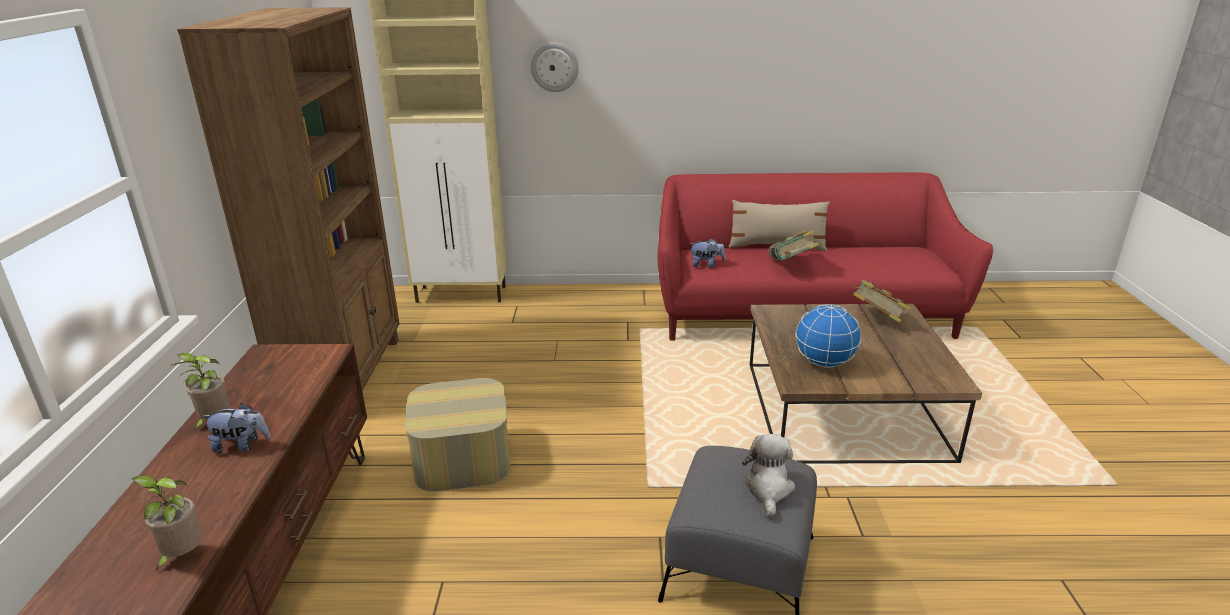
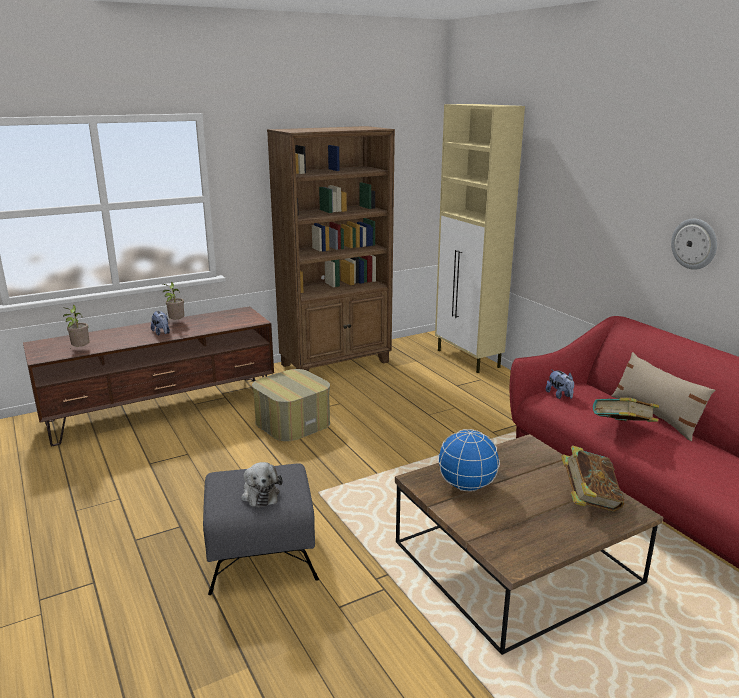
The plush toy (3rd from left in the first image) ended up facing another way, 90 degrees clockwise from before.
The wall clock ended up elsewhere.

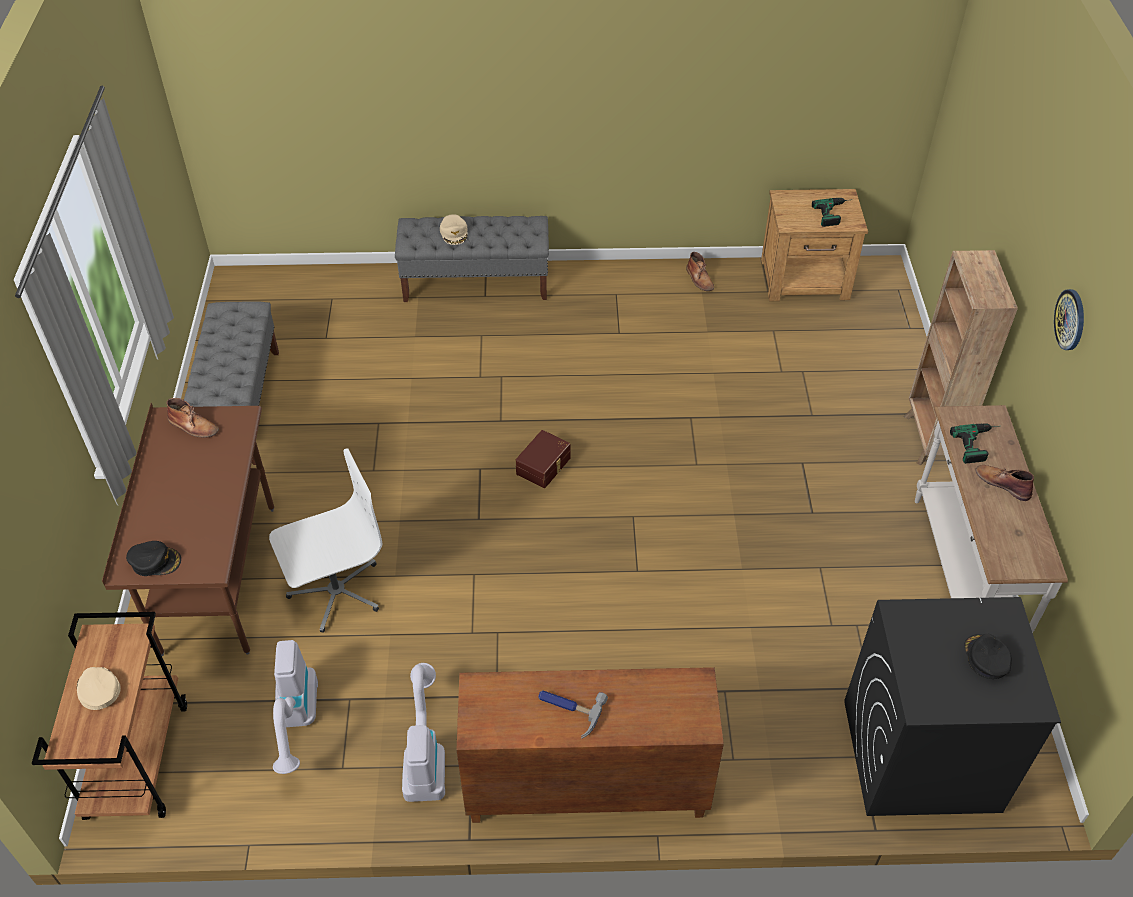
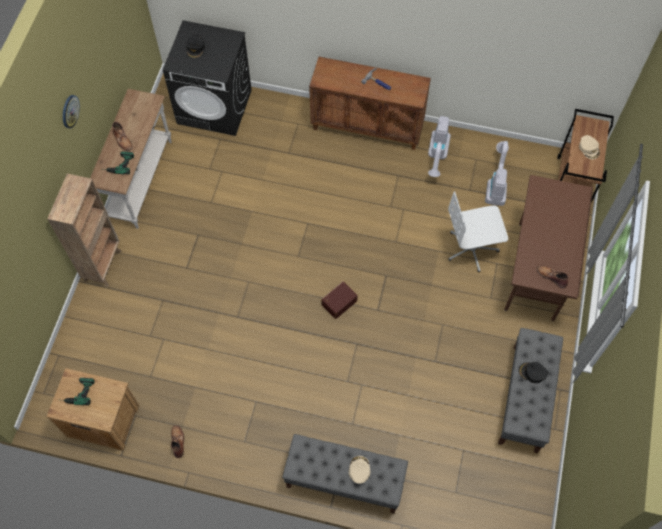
The cap/black (1st from left in the first image) ended up elsewhere.

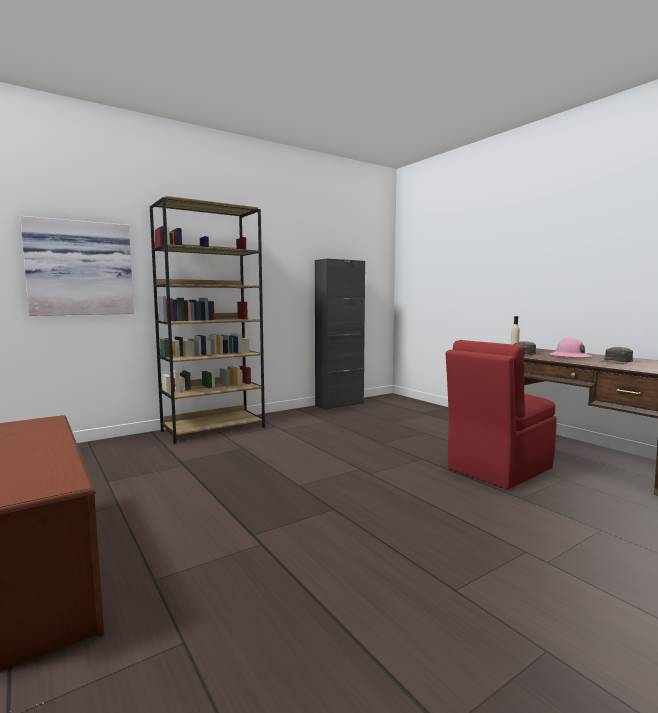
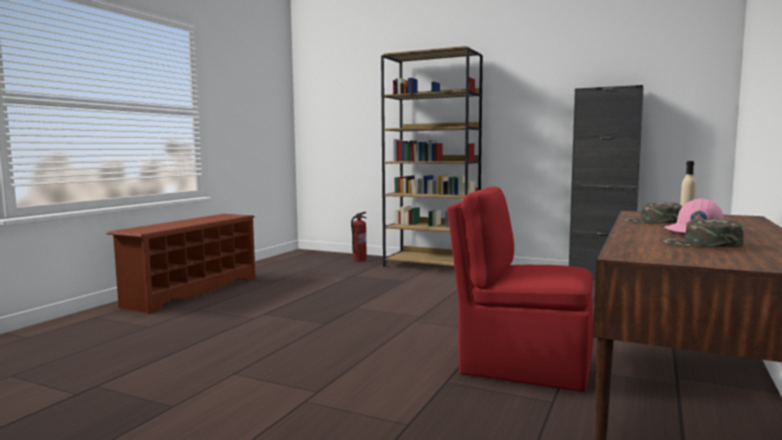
The second view gained the fire extinguisher.
The second view lost the picture.

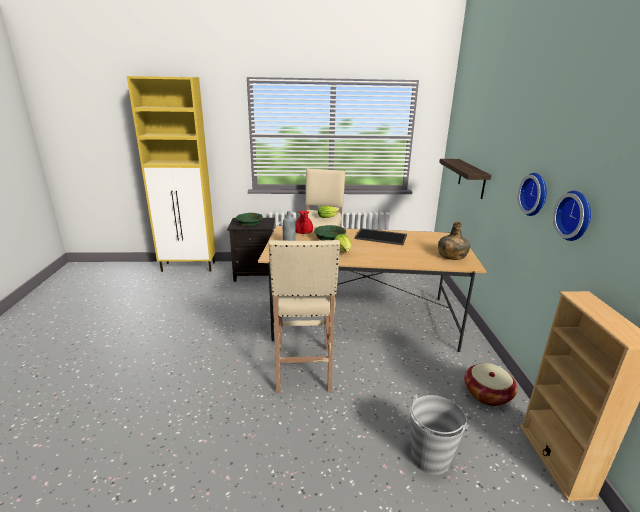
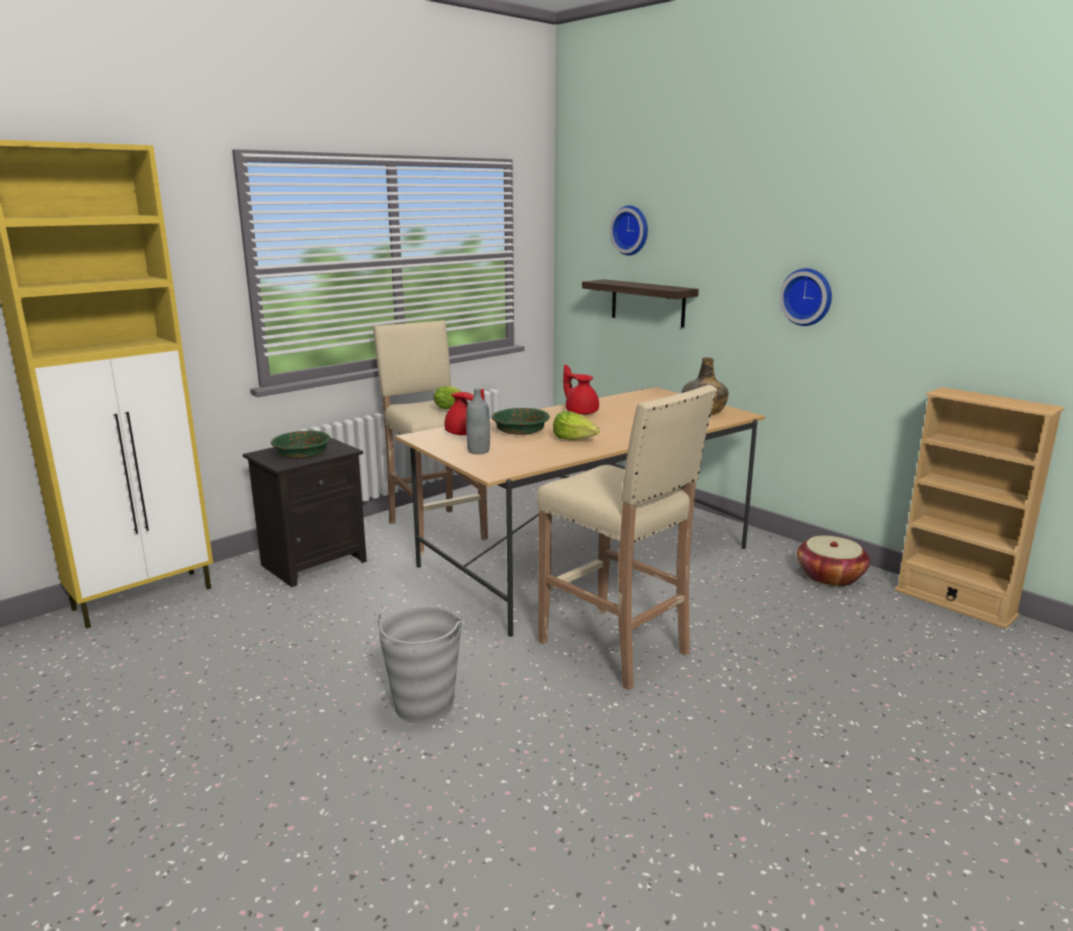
The bucket/grey ended up elsewhere.
Where the tray stood, the teapot/red (2nd from left) came to stand.
The wall clock (2nd from left in the first image) ended up elsewhere.

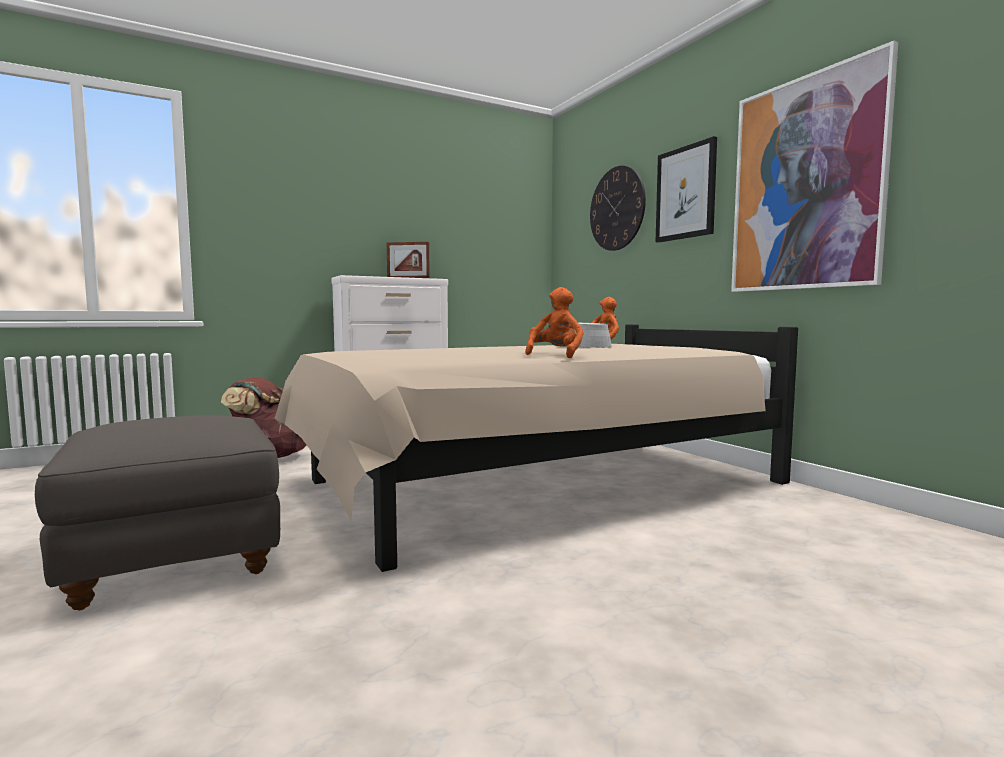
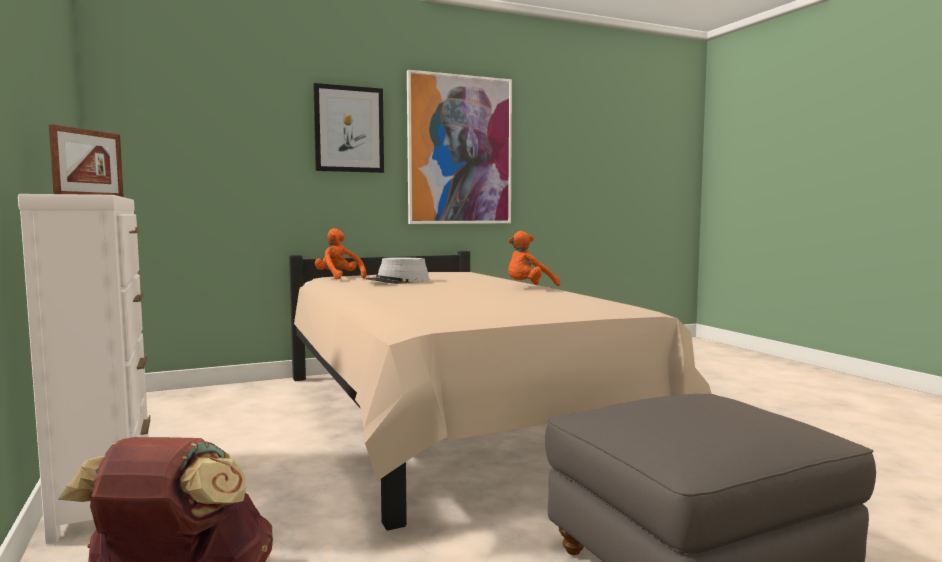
The plush toy/orange (1st from left in the first image) ended up facing another way, 60 degrees counterclockwise from before.
The second view lost the wall clock.

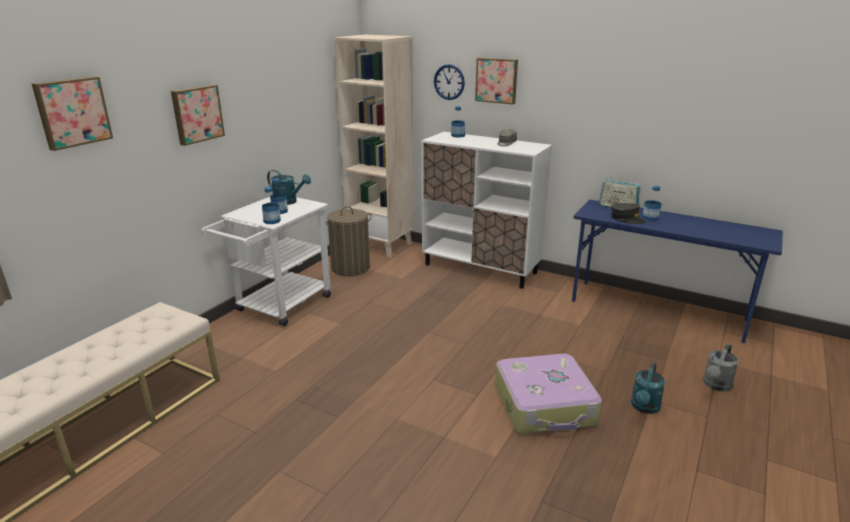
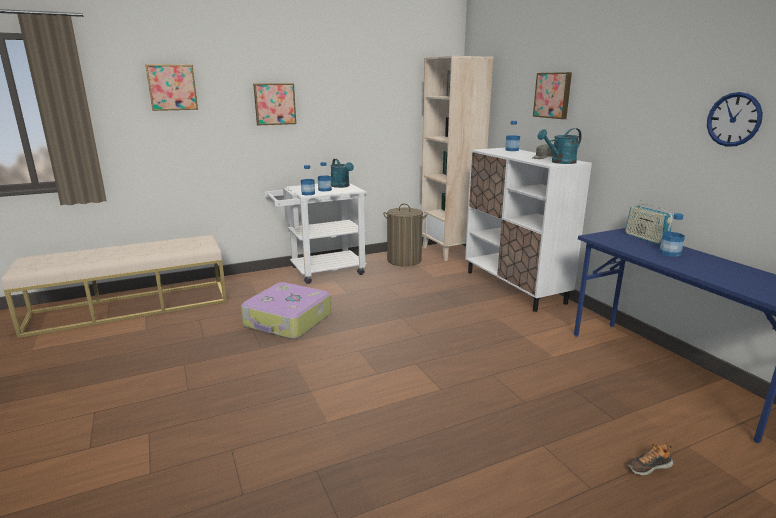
The suitcase ended up elsewhere.
The watering can/turquoise (2nd from left) ended up elsewhere.
Where the watering can/grey stood, the shoe came to stand.
The wall clock ended up elsewhere.
The second view lost the cap/grey (2nd from left).

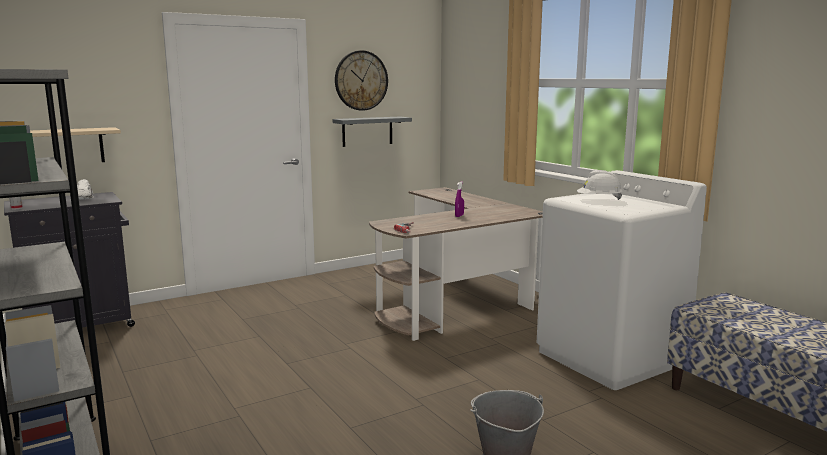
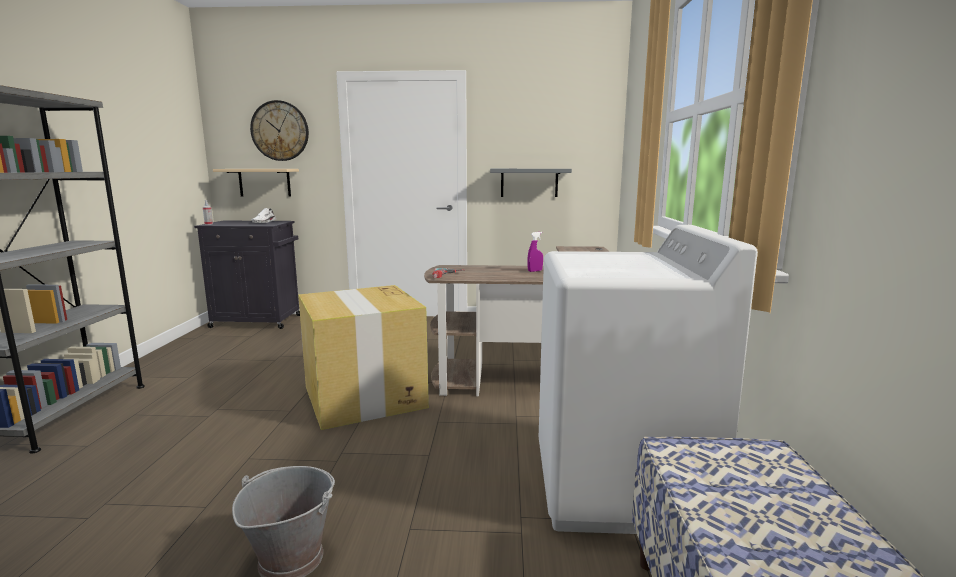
The wall clock ended up elsewhere.
The second view gained the cardboard box.
The second view lost the hard hat/white.

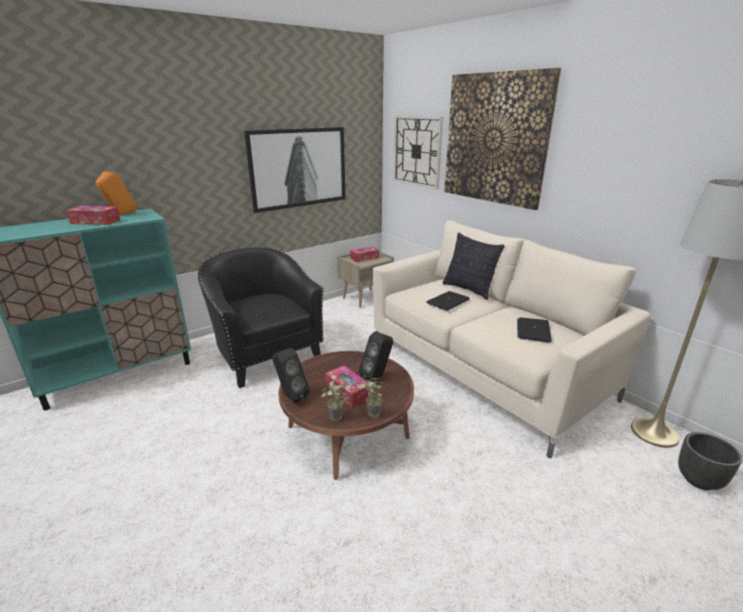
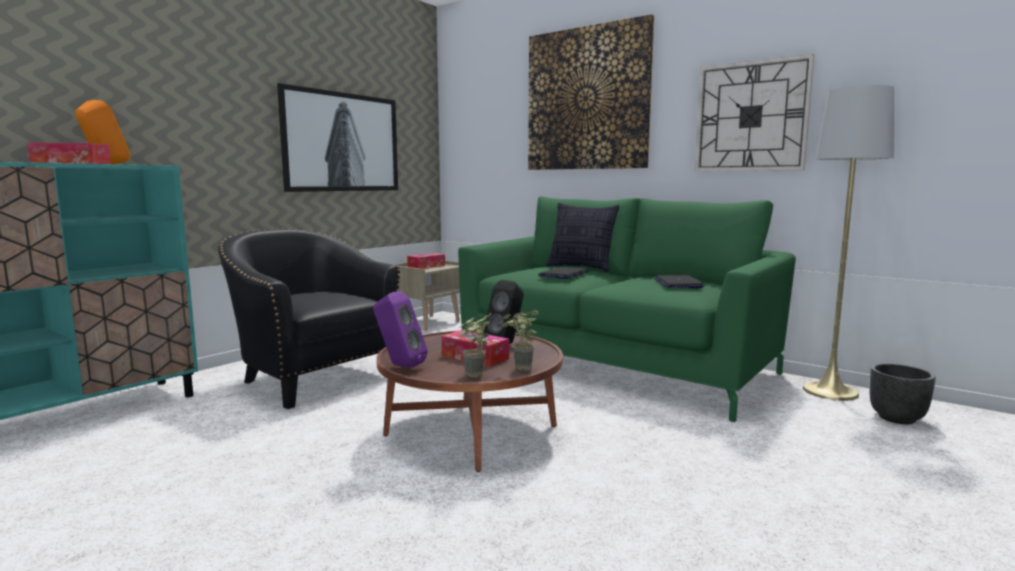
What was the speaker/black (1st from left) turned into the speaker/purple.
What was the sofa/beige turned into the sofa/green.
The wall clock ended up elsewhere.

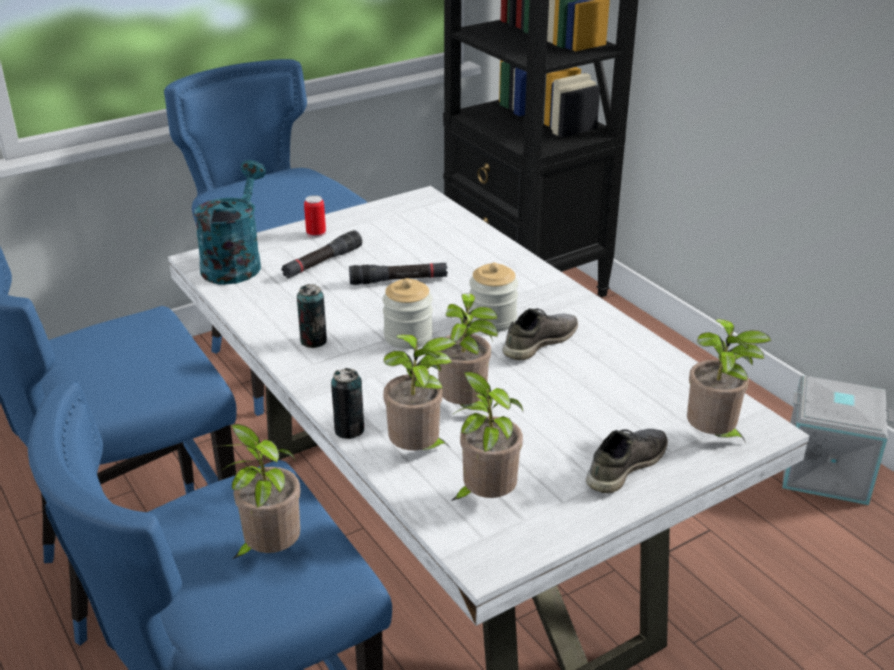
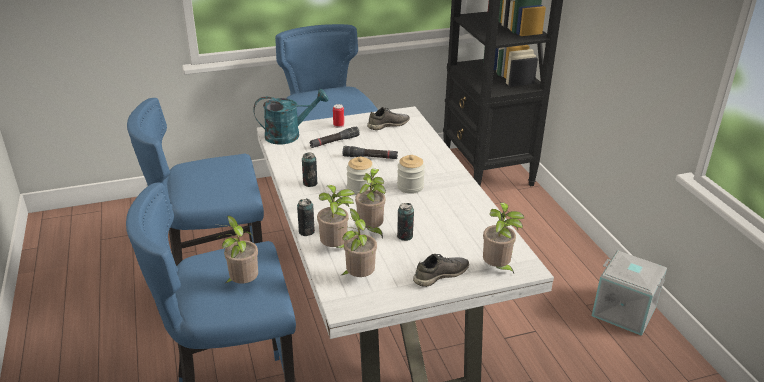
The watering can/turquoise ended up facing another way, 45 degrees clockwise from before.
The shoe/grey (1st from left) ended up elsewhere.
The second view gained the can (4th from left).

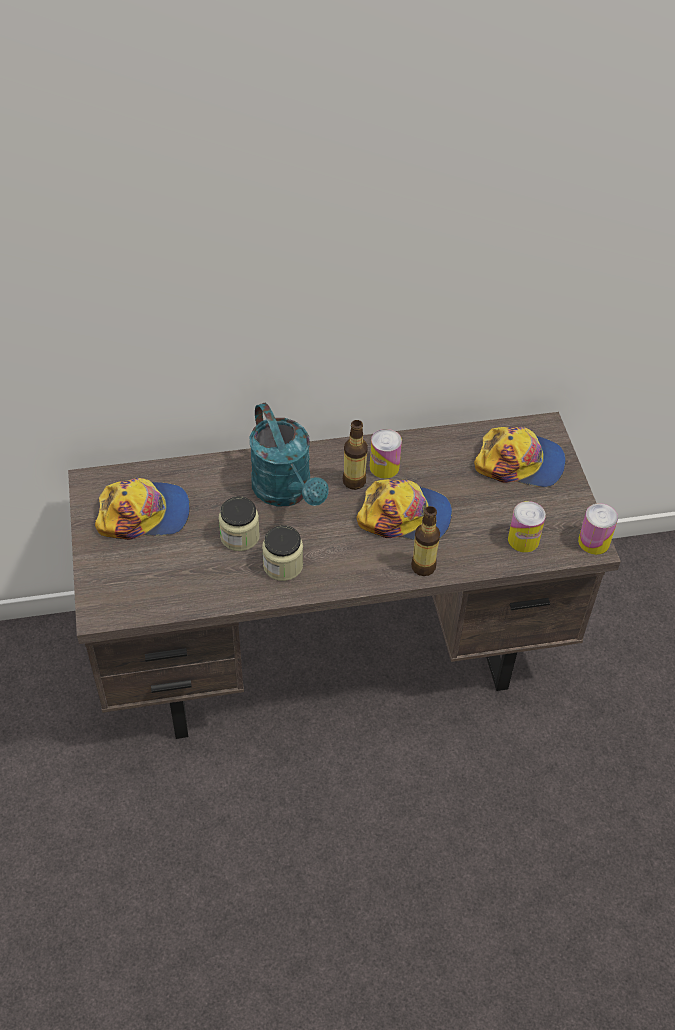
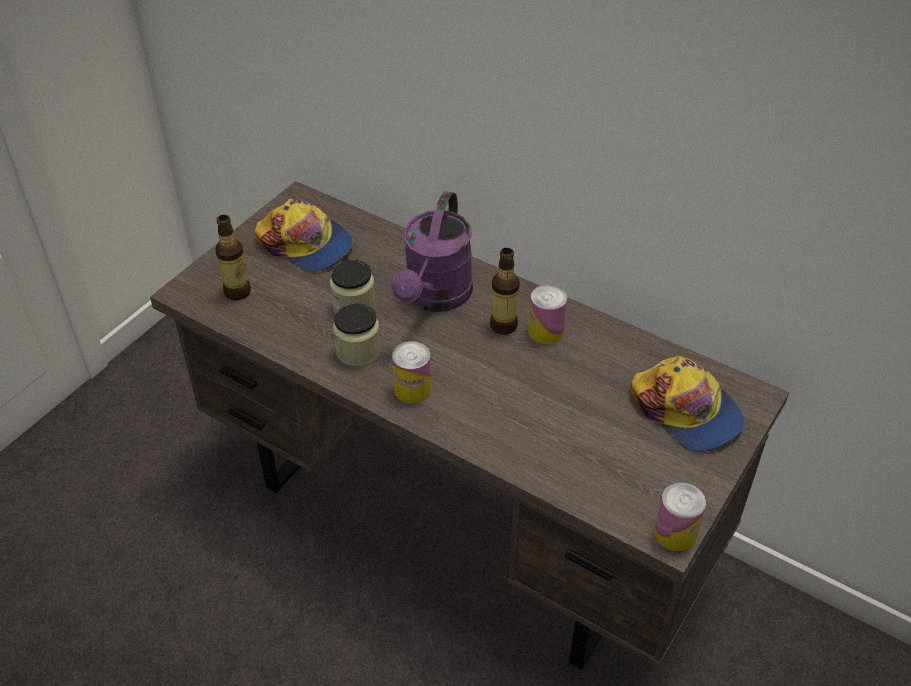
The bottle (2nd from left in the first image) ended up elsewhere.
What was the watering can/turquoise turned into the watering can/purple.
The can (2nd from left in the first image) ended up elsewhere.
The second view lost the cap (2nd from left).

